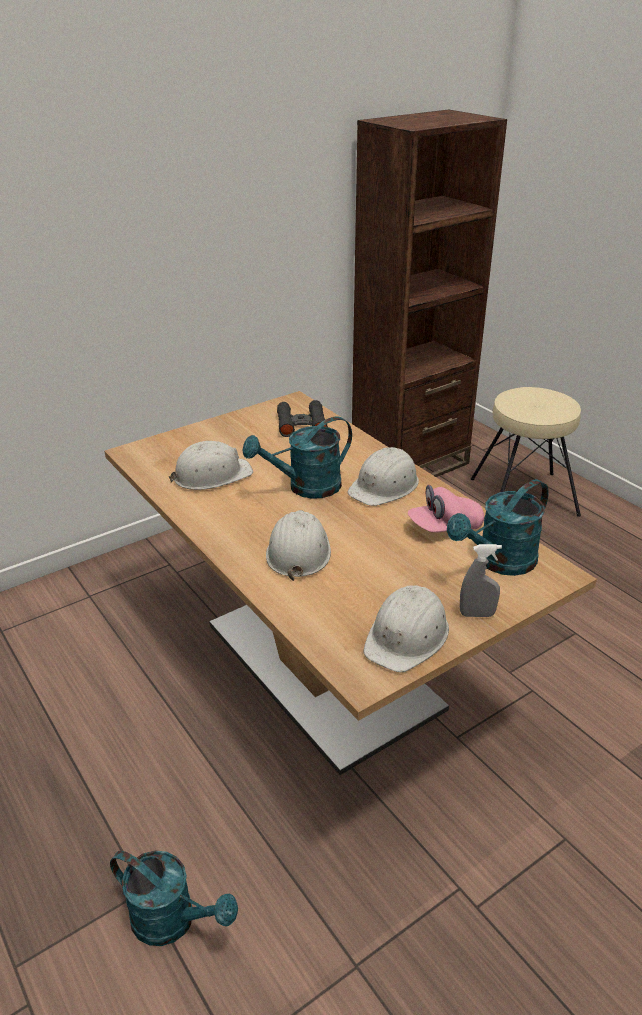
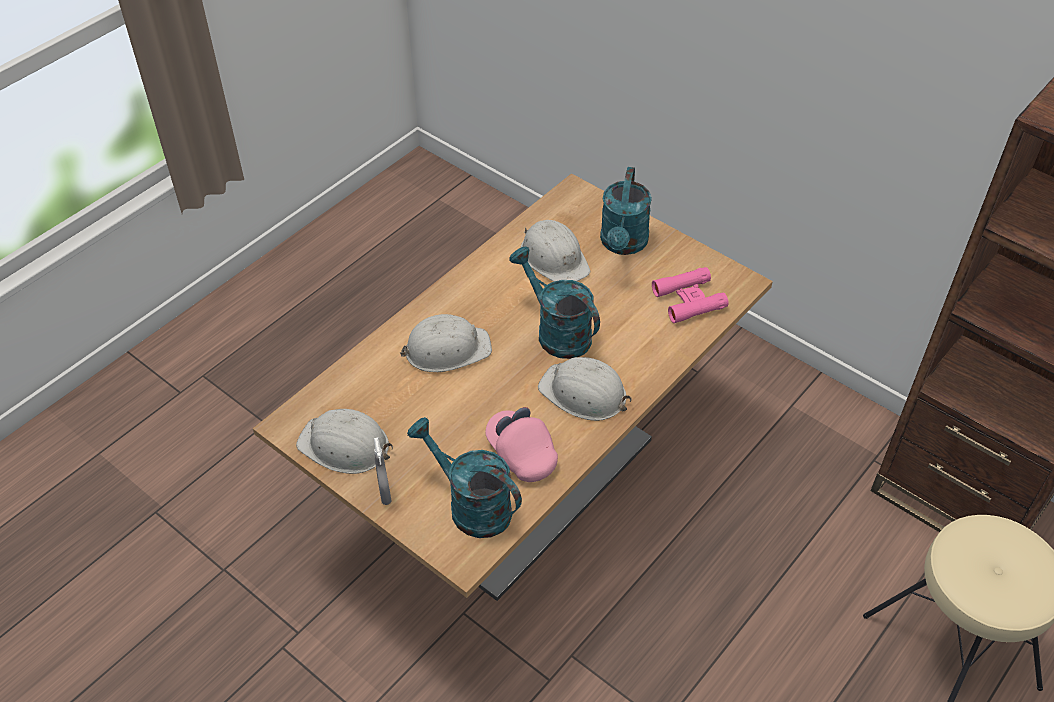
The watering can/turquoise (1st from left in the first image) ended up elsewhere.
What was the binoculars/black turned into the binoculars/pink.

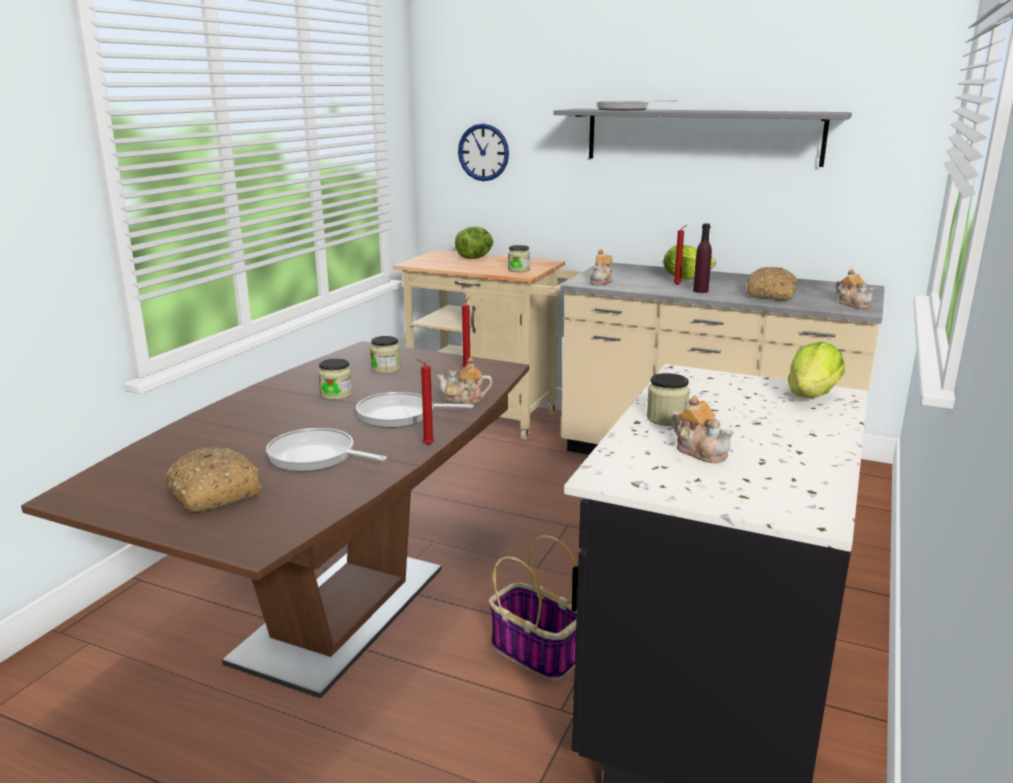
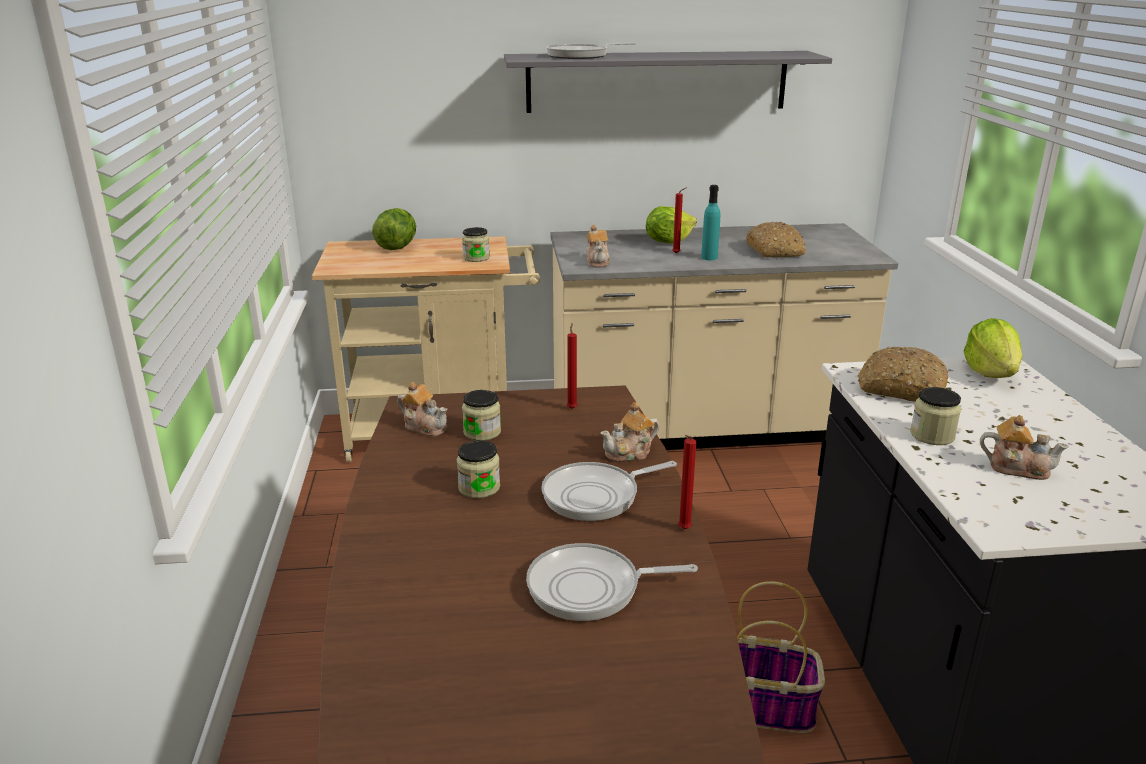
The teapot (4th from left in the first image) ended up elsewhere.
What was the bottle/purple turned into the bottle/turquoise.
The bread (1st from left in the first image) ended up elsewhere.
The second view lost the wall clock.

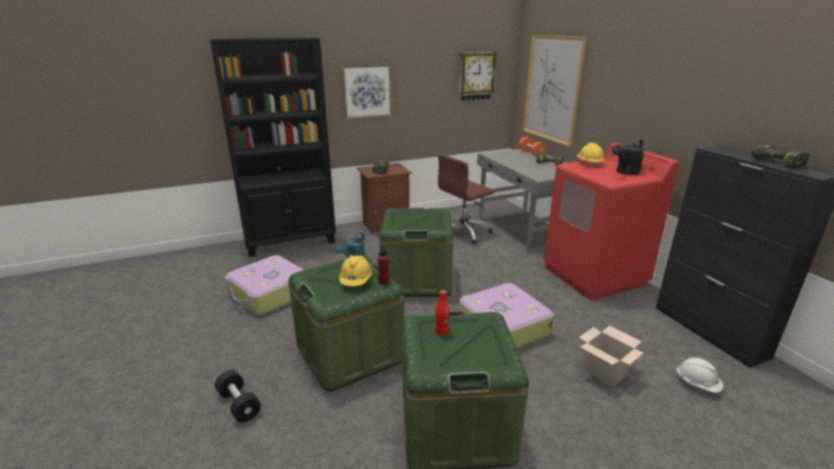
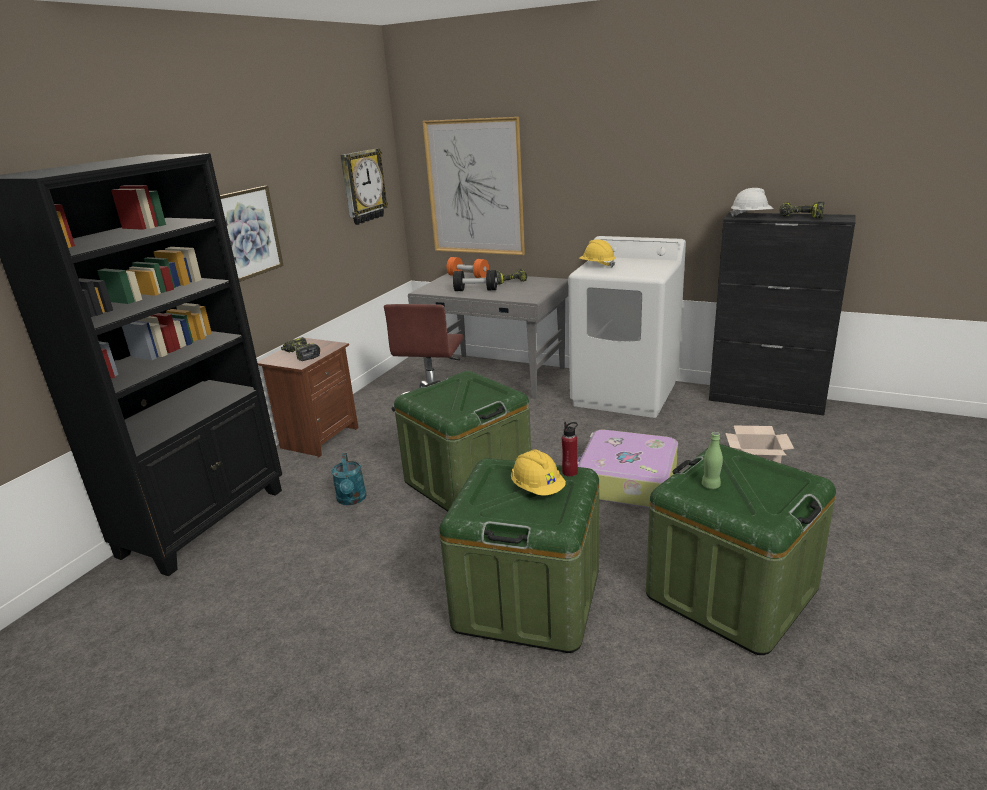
The dumbbell/black ended up elsewhere.
What was the washing machine/red turned into the washing machine/white.
What was the bottle/red (2nd from left) turned into the bottle/green.
The hard hat/white ended up elsewhere.
The second view lost the suitcase (1st from left).
The second view lost the watering can/black.

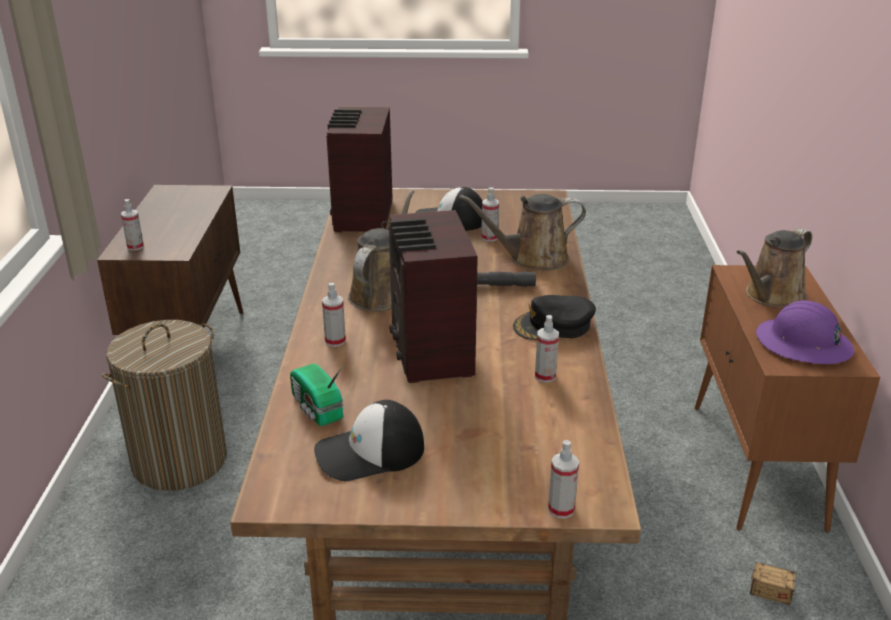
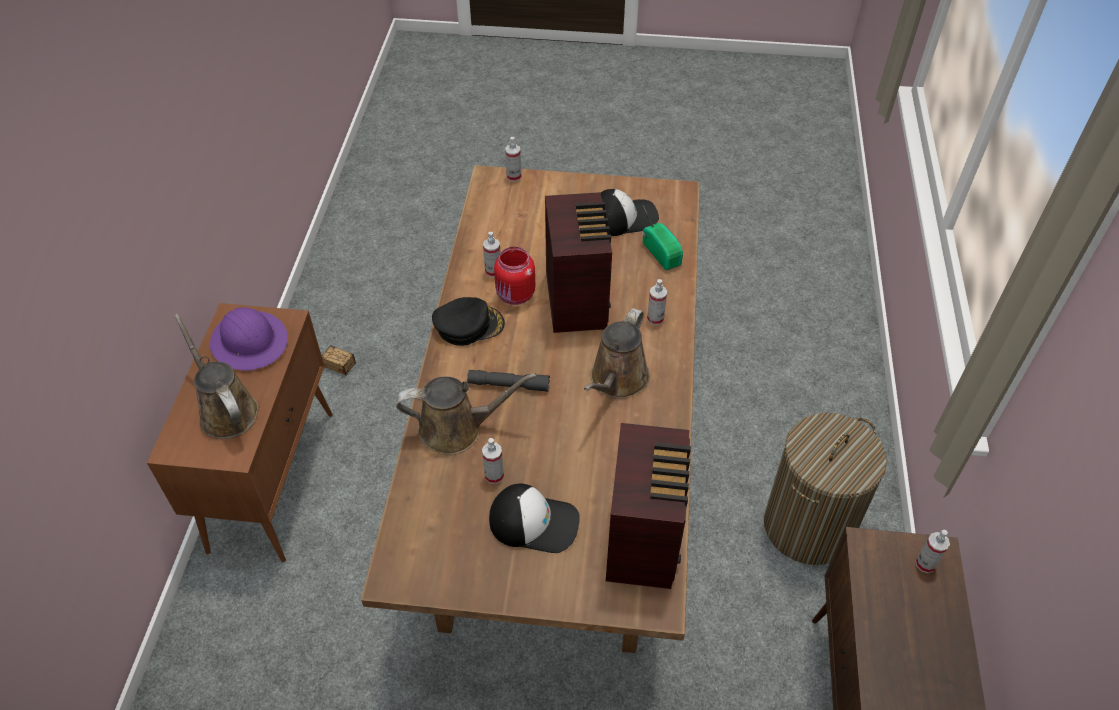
The watering can/brown (3rd from left in the first image) ended up facing another way, 90 degrees counterclockwise from before.
The second view gained the jar/red.

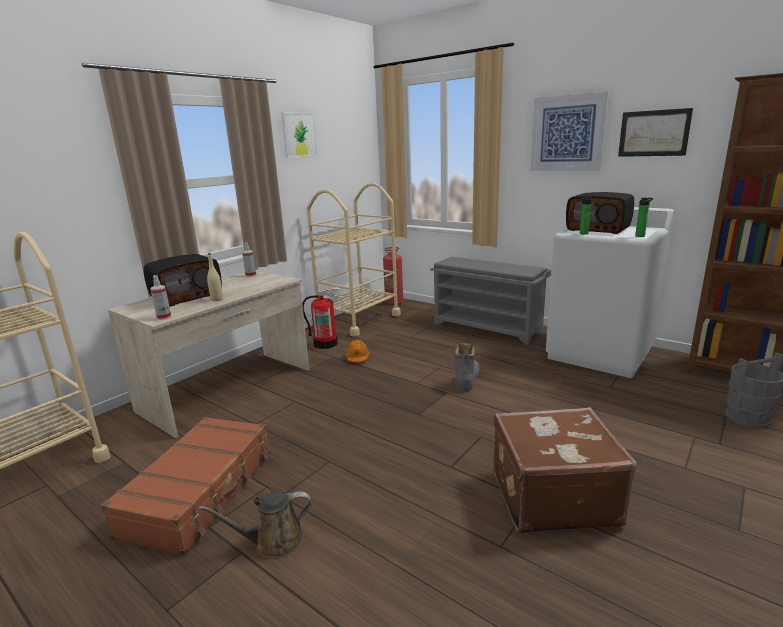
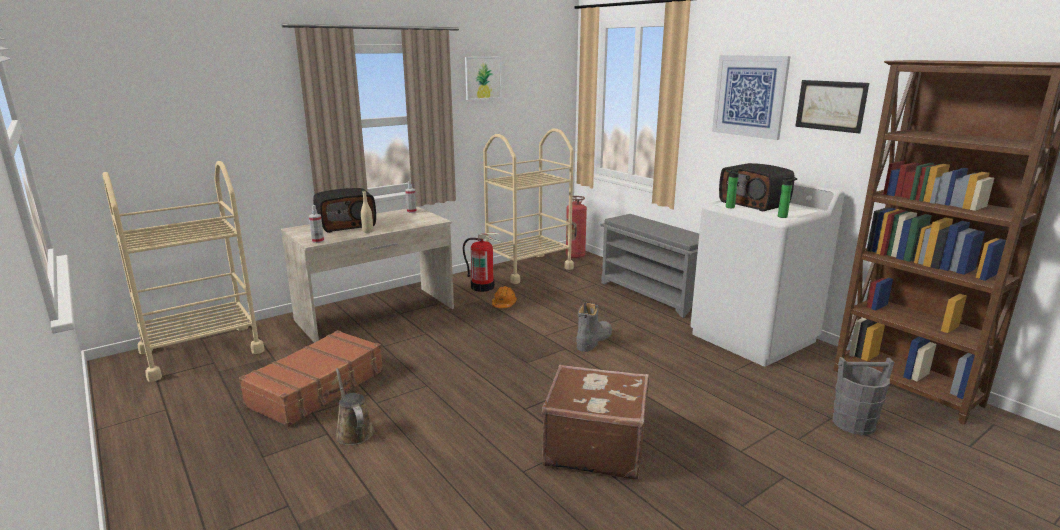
The watering can/brown ended up facing another way, 60 degrees clockwise from before.

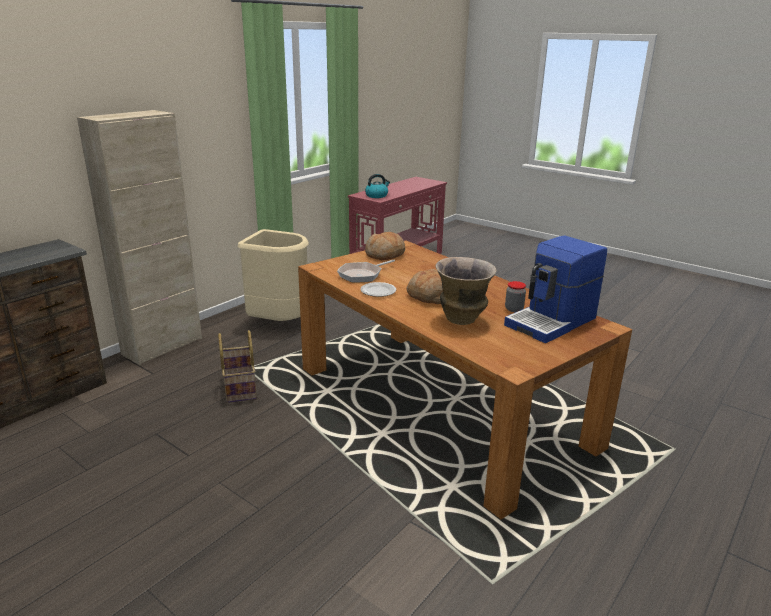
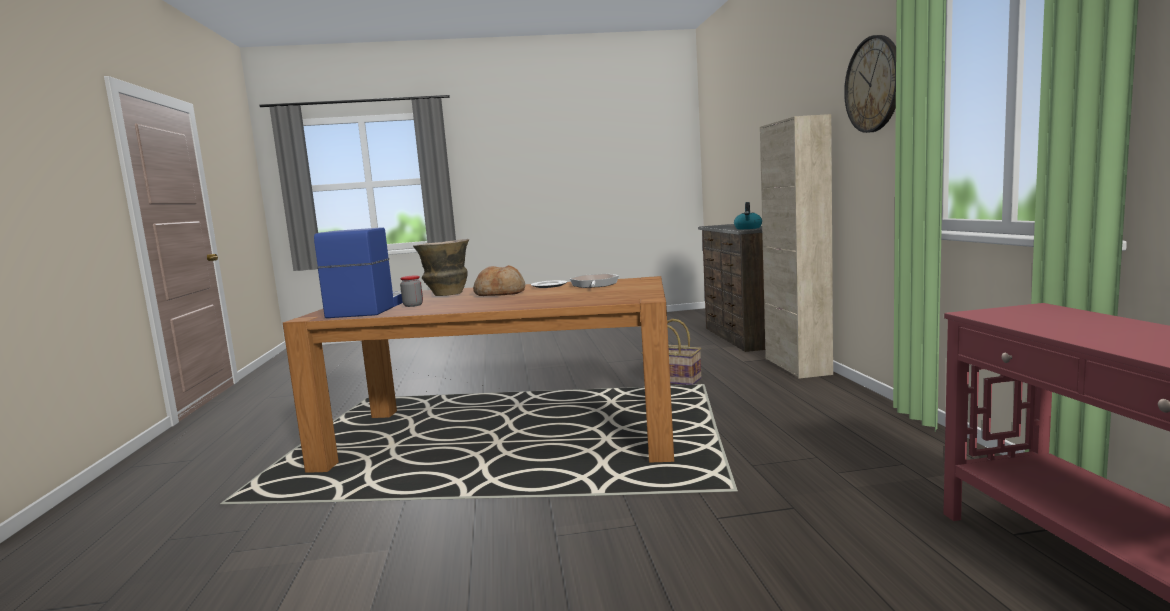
The kettle ended up elsewhere.
The second view gained the wall clock.
The second view lost the trash can/beige.
The second view lost the bread (1st from left).

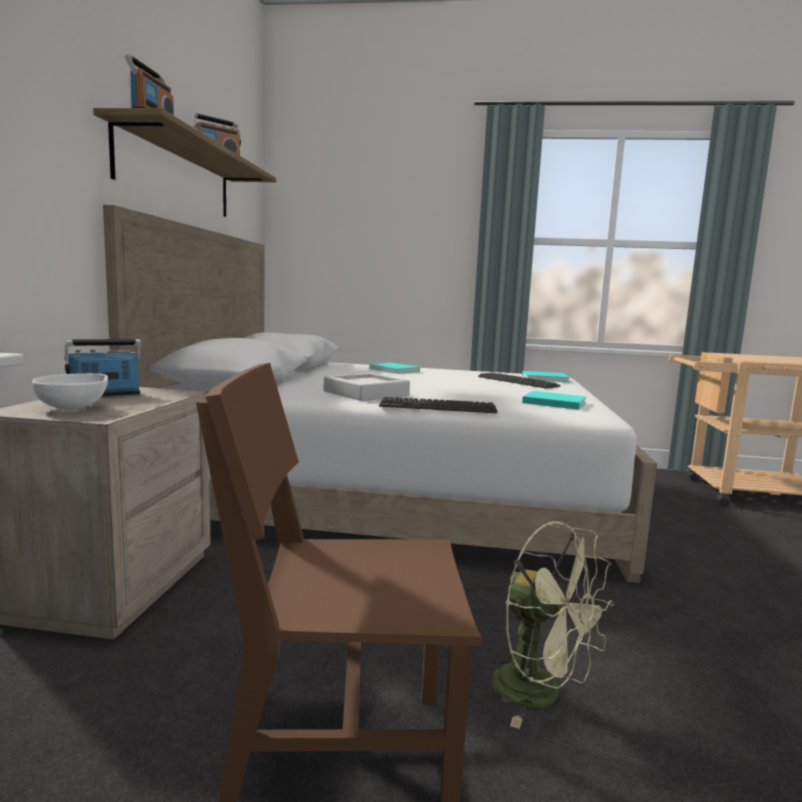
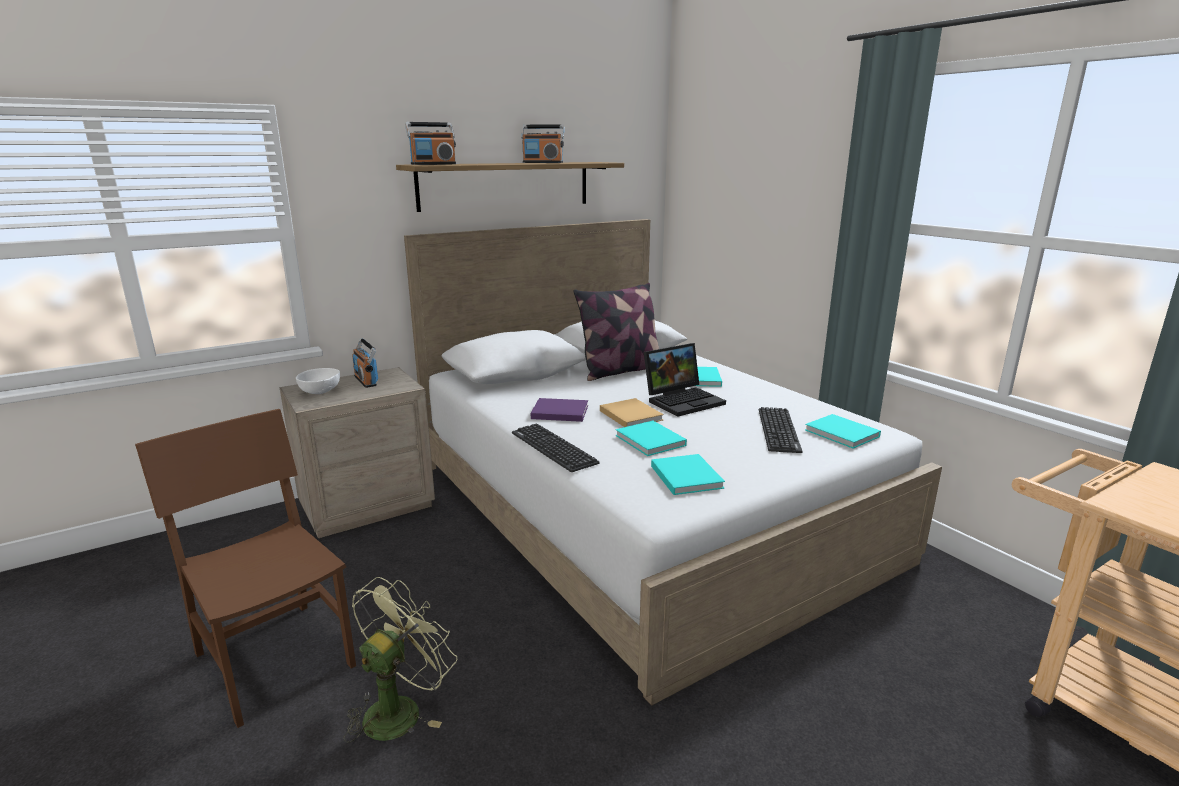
The fan/green ended up facing another way, 150 degrees counterclockwise from before.
The radio (1st from left) ended up facing another way, 135 degrees counterclockwise from before.
Where the tray/grey stood, the book/purple came to stand.
The second view gained the pillow.
The second view gained the book/beige.
The second view gained the book/turquoise (1st from left).
The second view gained the laptop.

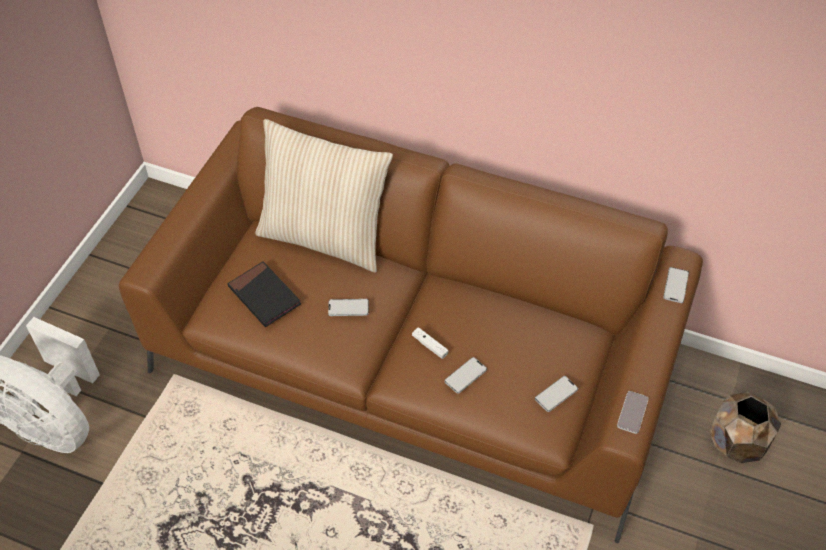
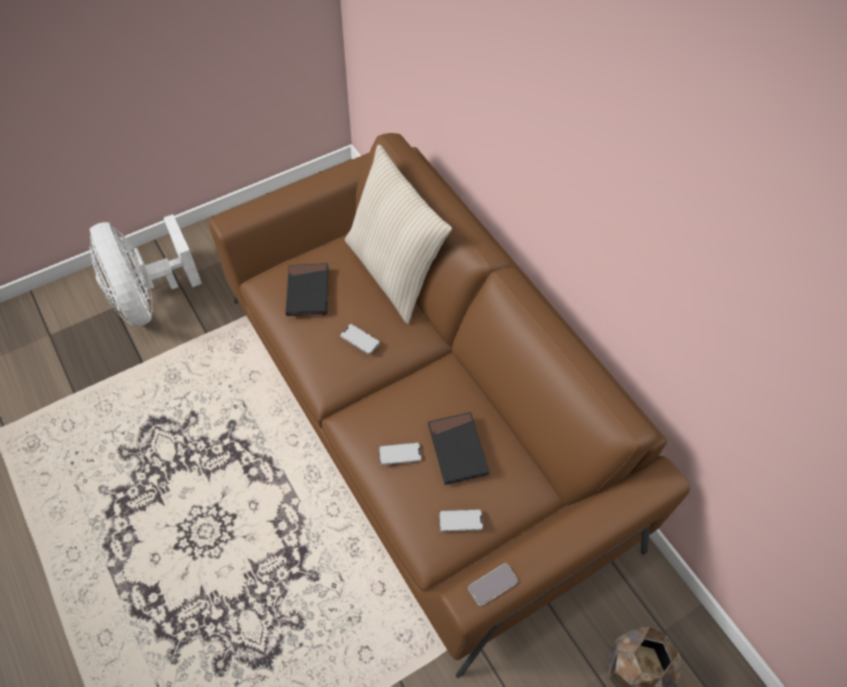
The second view gained the book/black (2nd from left).
The second view lost the game controller/white.
The second view lost the phone (5th from left).

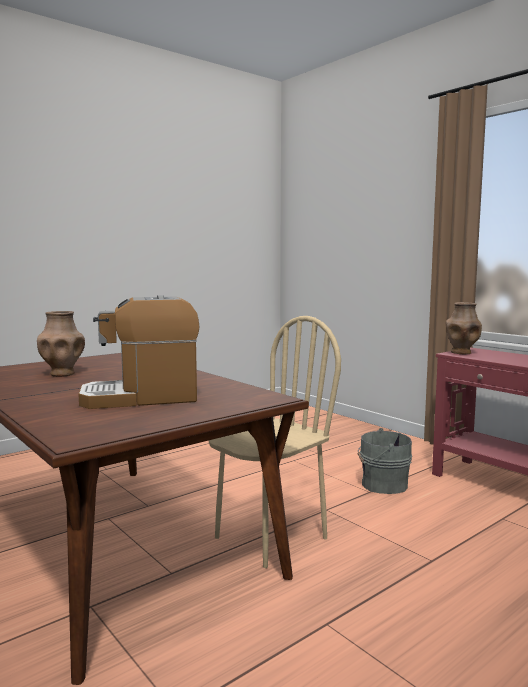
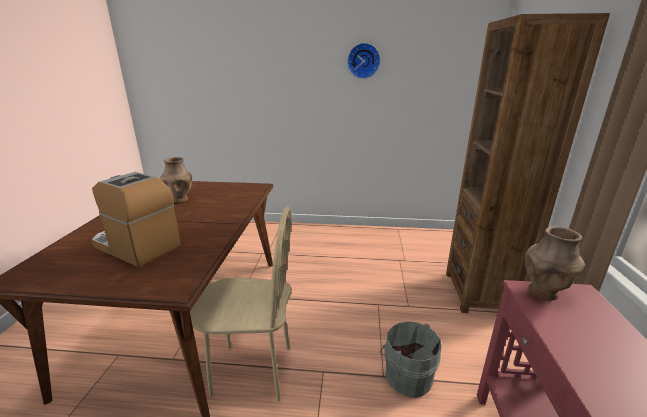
The second view gained the wall clock.
The second view gained the bookcase/brown.

